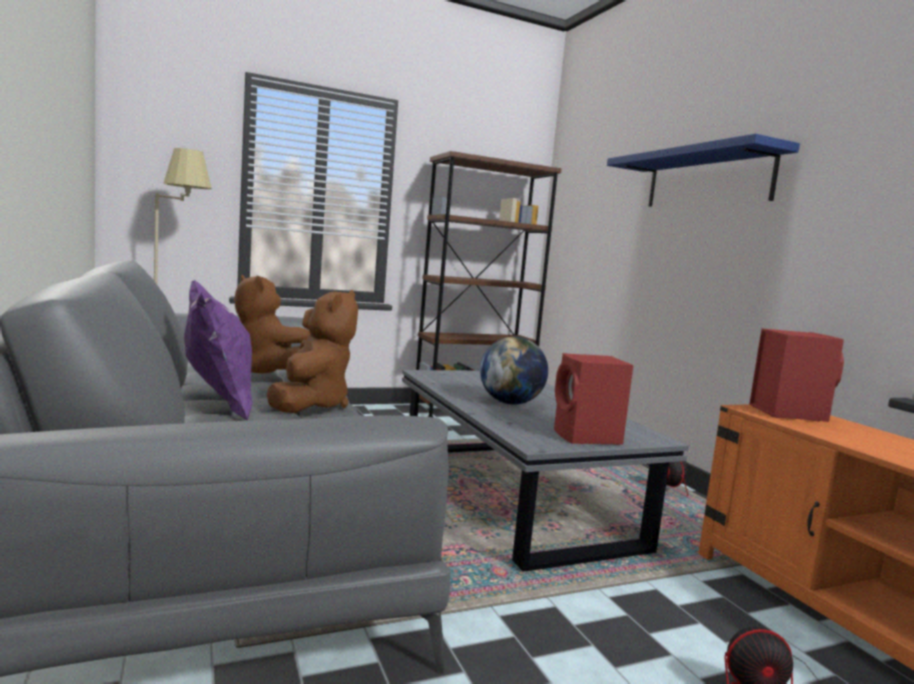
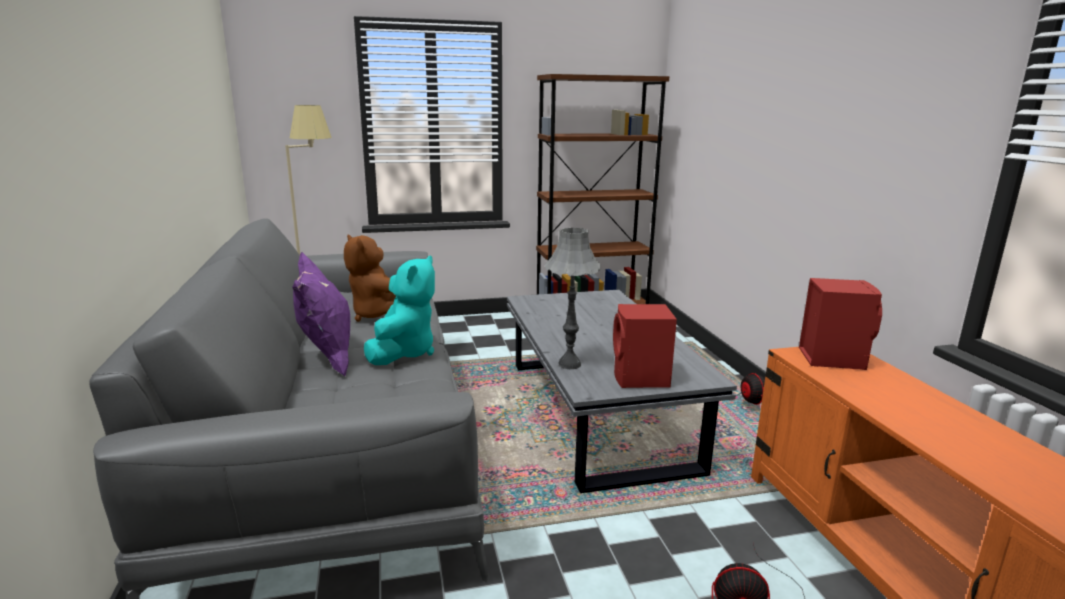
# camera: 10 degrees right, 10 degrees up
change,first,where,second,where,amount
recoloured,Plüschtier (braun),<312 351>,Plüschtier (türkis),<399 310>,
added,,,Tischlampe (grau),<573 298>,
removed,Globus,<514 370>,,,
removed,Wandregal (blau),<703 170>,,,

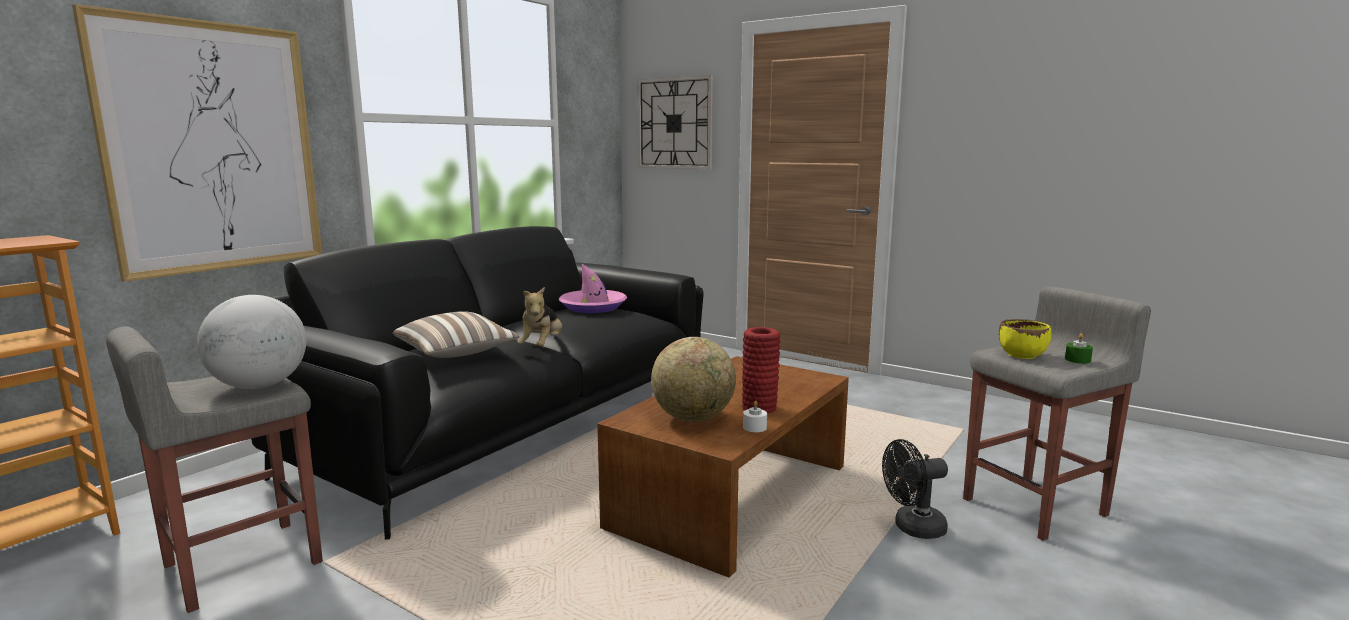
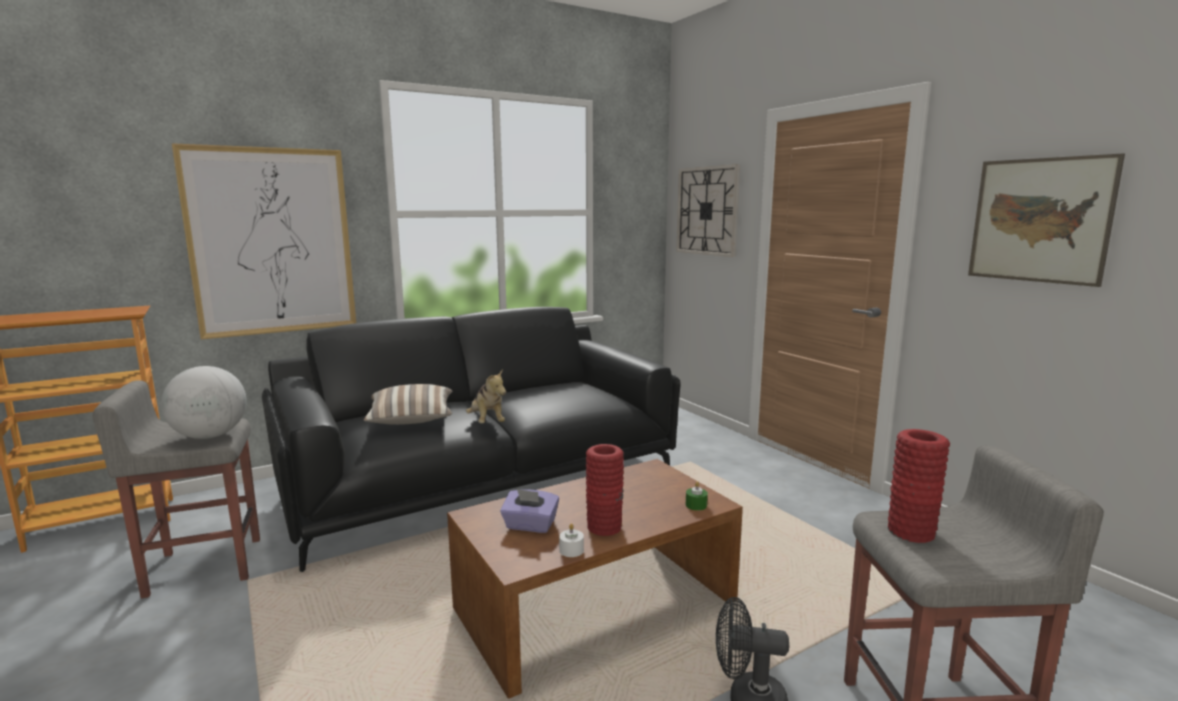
# camera: 25 degrees right, 0 degrees up
change,first,where,second,where,amount
turned,Plüschtier,<539 316>,,<486 396>,60 degrees counterclockwise
replaced,Globus,<693 379>,Taschentuchbox (lila),<529 511>,
moved,Kerze (grün),<1079 349>,,<697 496>,
replaced,Schüssel (gelb),<1025 339>,Vase (rot),<919 486>,
added,,,Bild,<1046 220>,
removed,Hut (rosa),<593 288>,,,

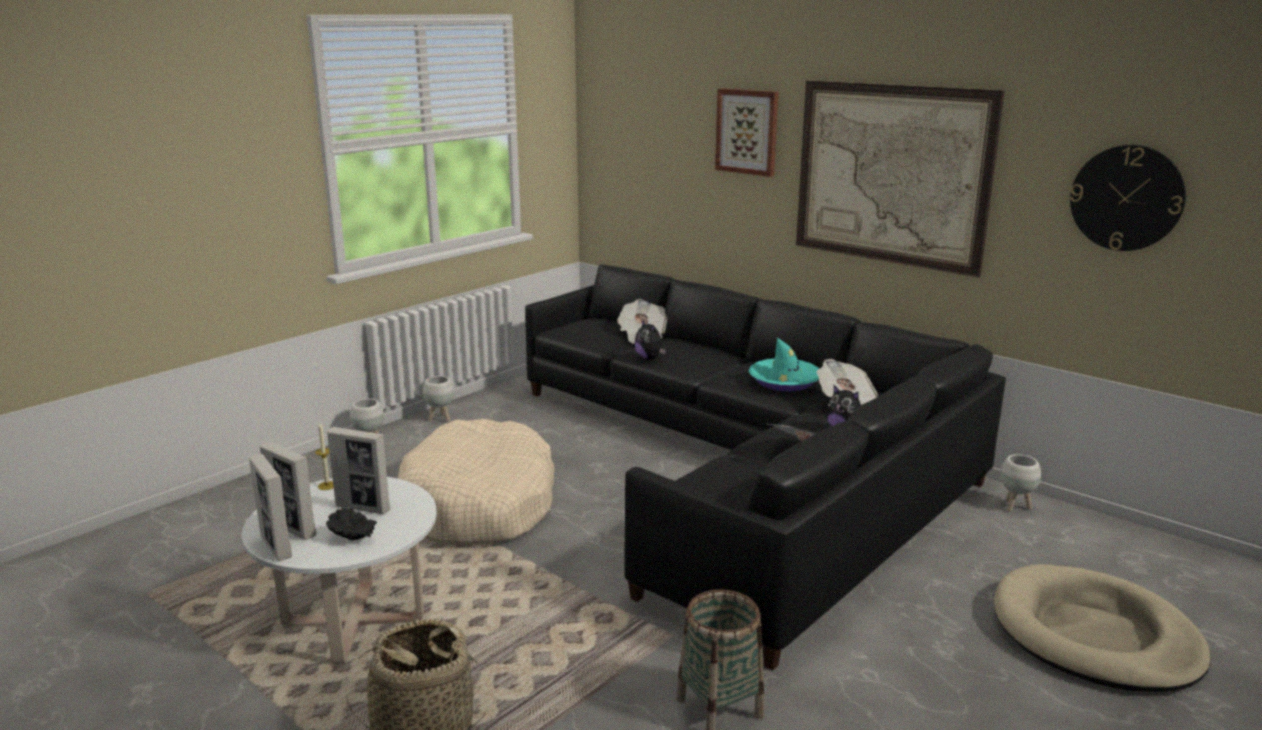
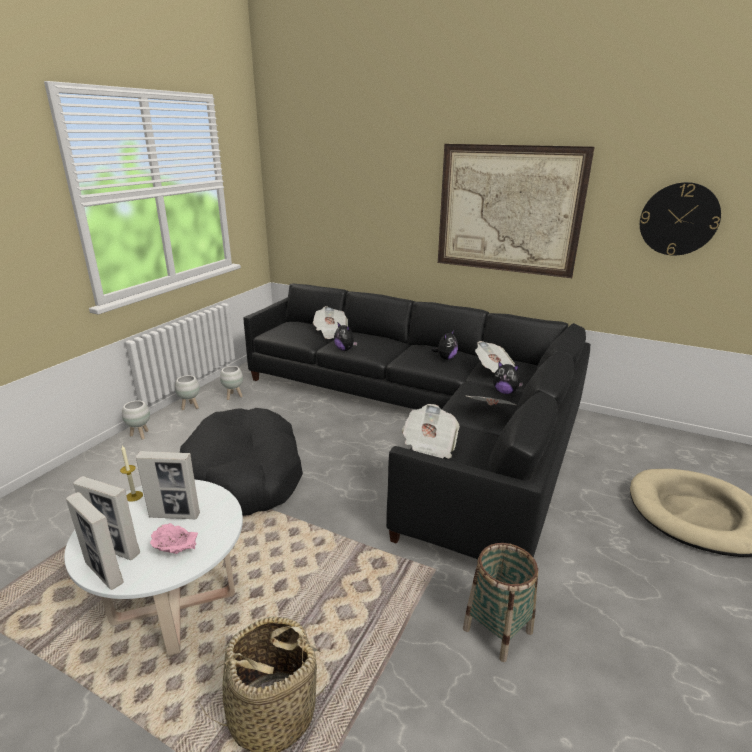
# camera: 15 degrees left, 5 degrees up
change,first,where,second,where,amount
recoloured,Schüssel (schwarz),<351 524>,Schüssel (rosa),<174 538>,
recoloured,Hundebett (beige),<475 482>,Hundebett (schwarz),<241 462>,
moved,Pflanzkübel (weiß),<1020 483>,,<231 383>,
added,,,Zeitung,<431 431>,
replaced,Hut (türkis),<783 364>,Plüschtier,<444 345>,
removed,Bild,<747 132>,,,

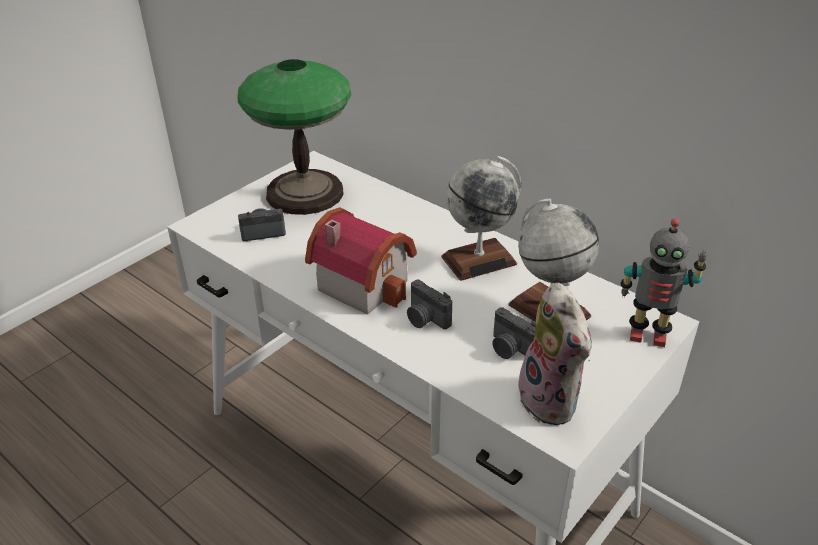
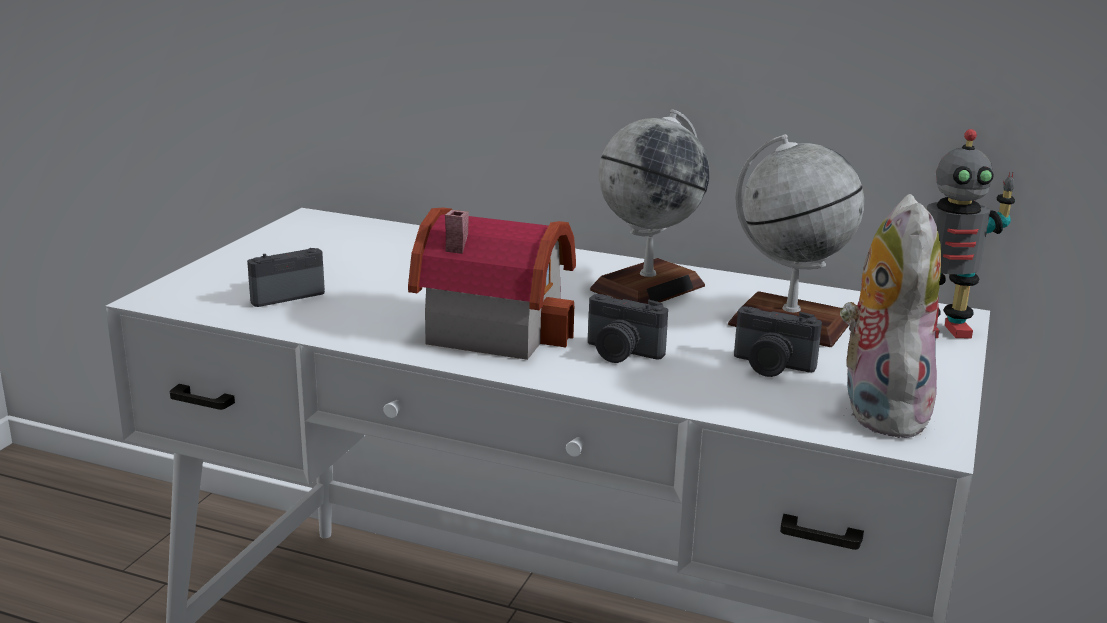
# camera: 20 degrees left, 15 degrees down
change,first,where,second,where,amount
turned,Plüschtier,<555 354>,,<890 316>,135 degrees counterclockwise
removed,Tischlampe,<294 137>,,,

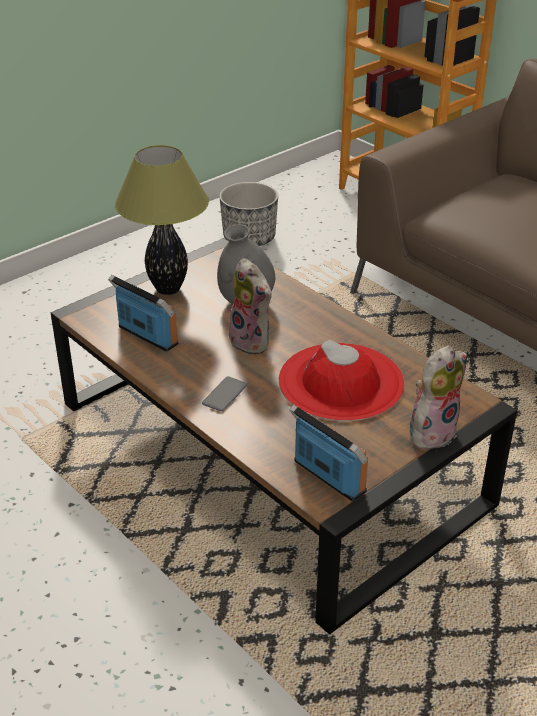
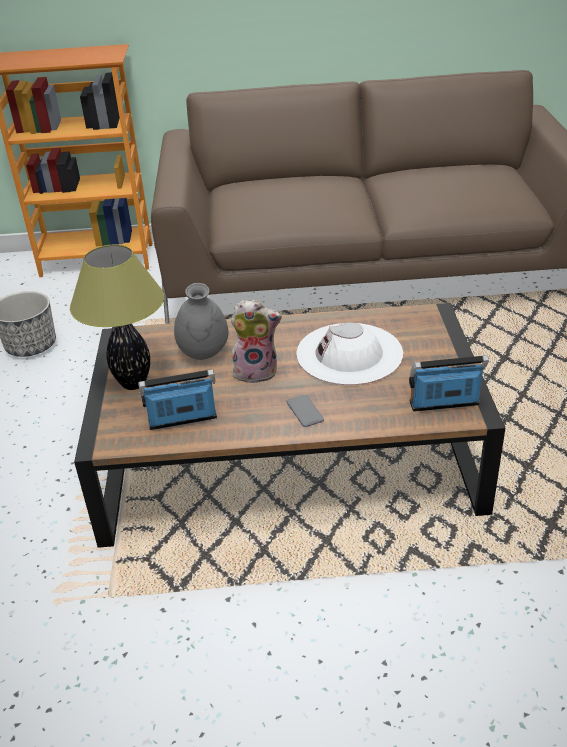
# camera: 50 degrees left, 0 degrees up
change,first,where,second,where,amount
recoloured,Hut (rot),<342 380>,Hut (weiß),<349 353>,
removed,Plüschtier,<438 398>,,,

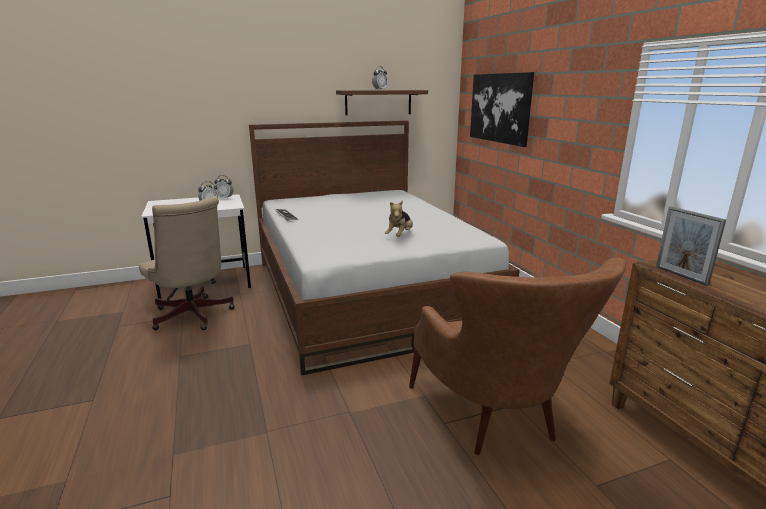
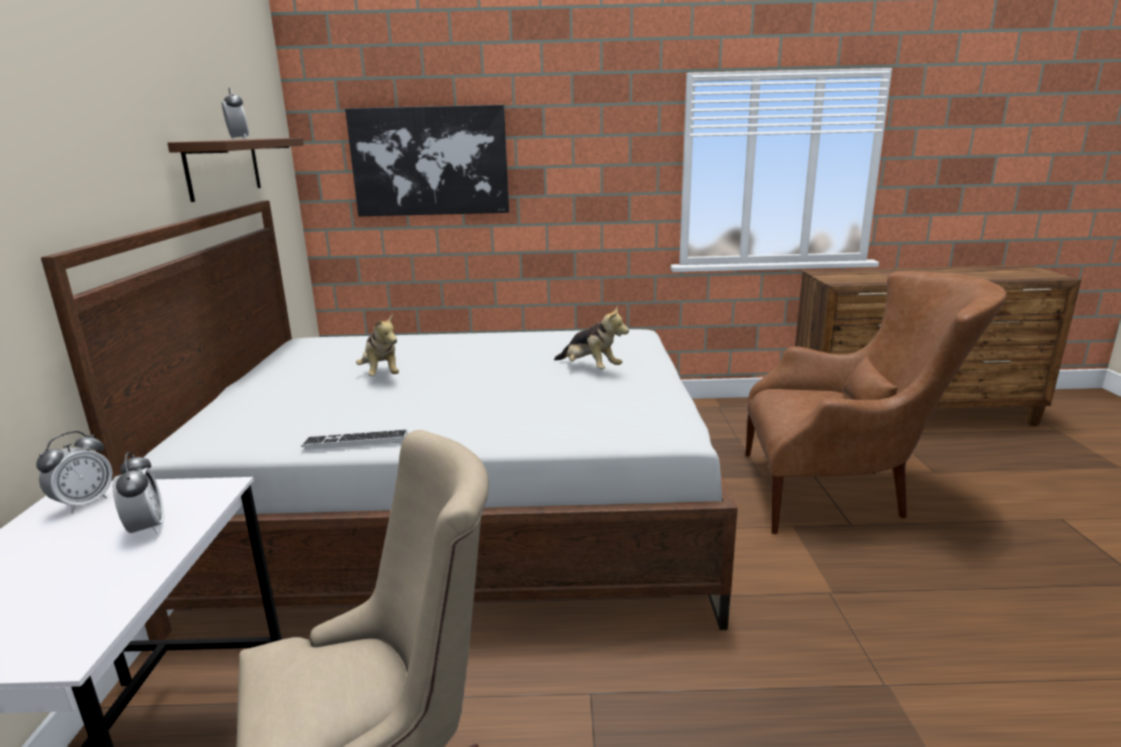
# camera: 70 degrees left, 0 degrees up
change,first,where,second,where,amount
added,,,Plüschtier,<377 345>,
removed,Bilderrahmen,<691 246>,,,

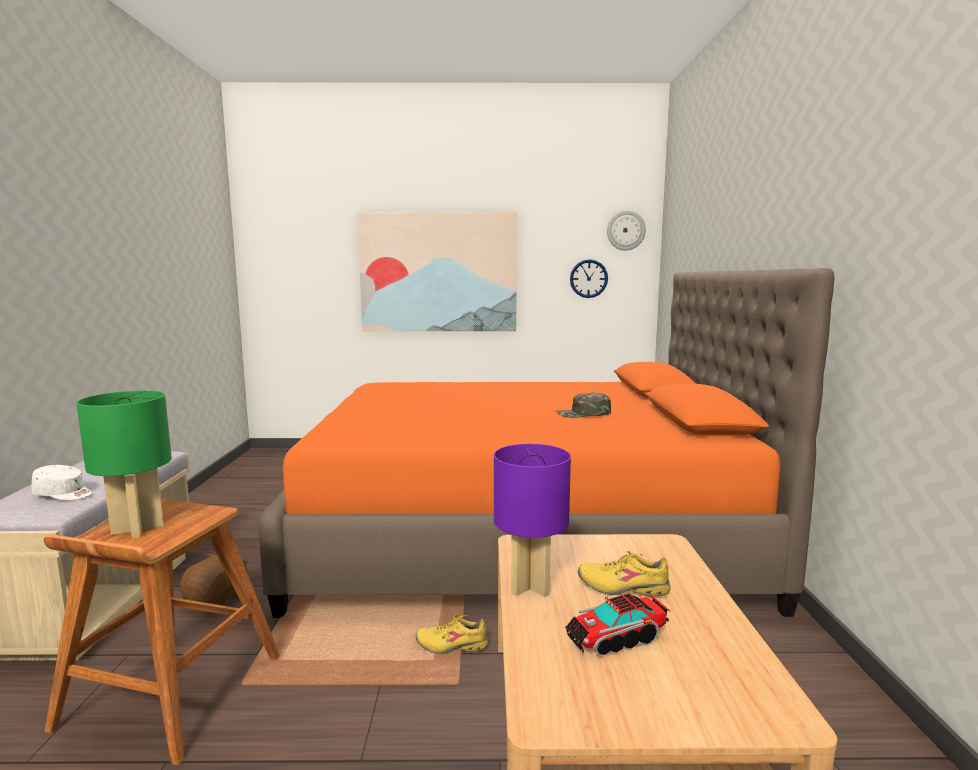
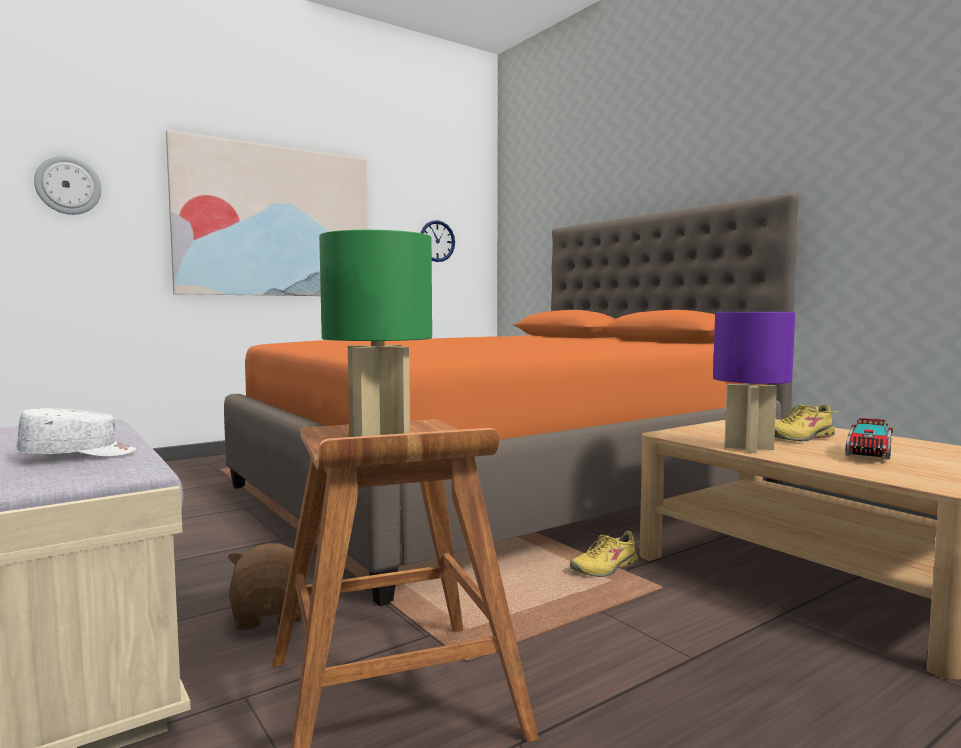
# camera: 35 degrees left, 5 degrees down
change,first,where,second,where,amount
moved,Wanduhr,<626 231>,,<68 185>,
removed,Kappe (grün),<583 405>,,,

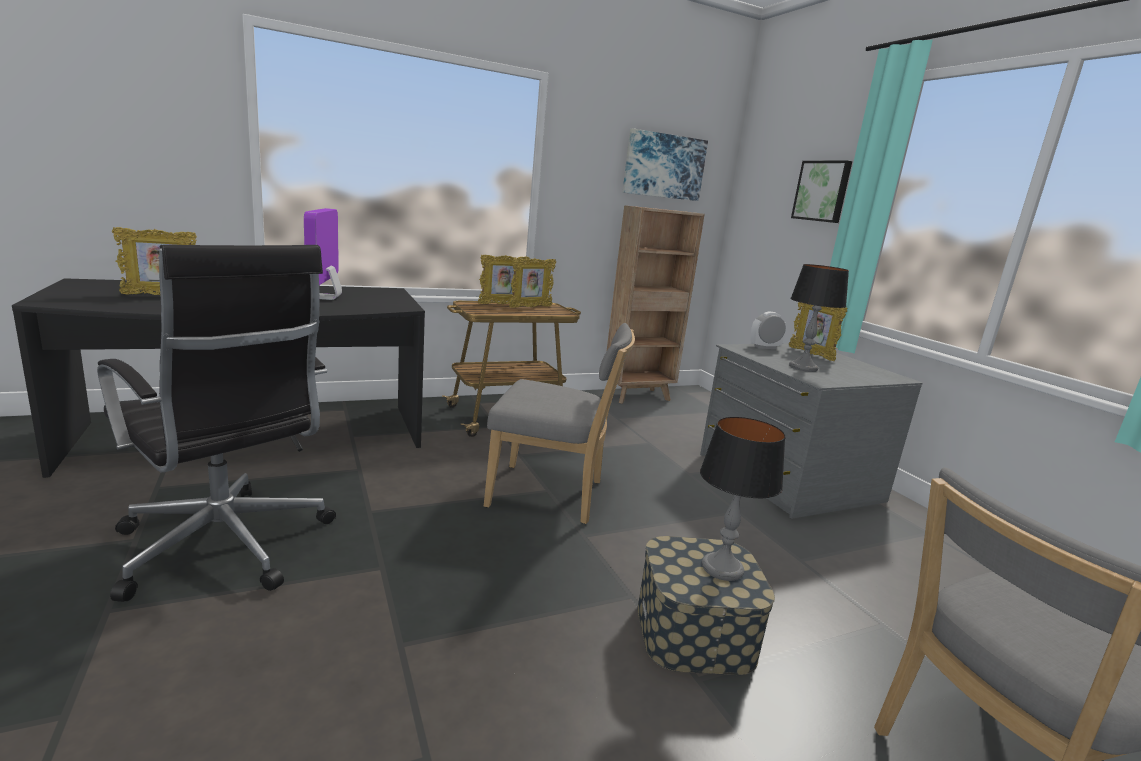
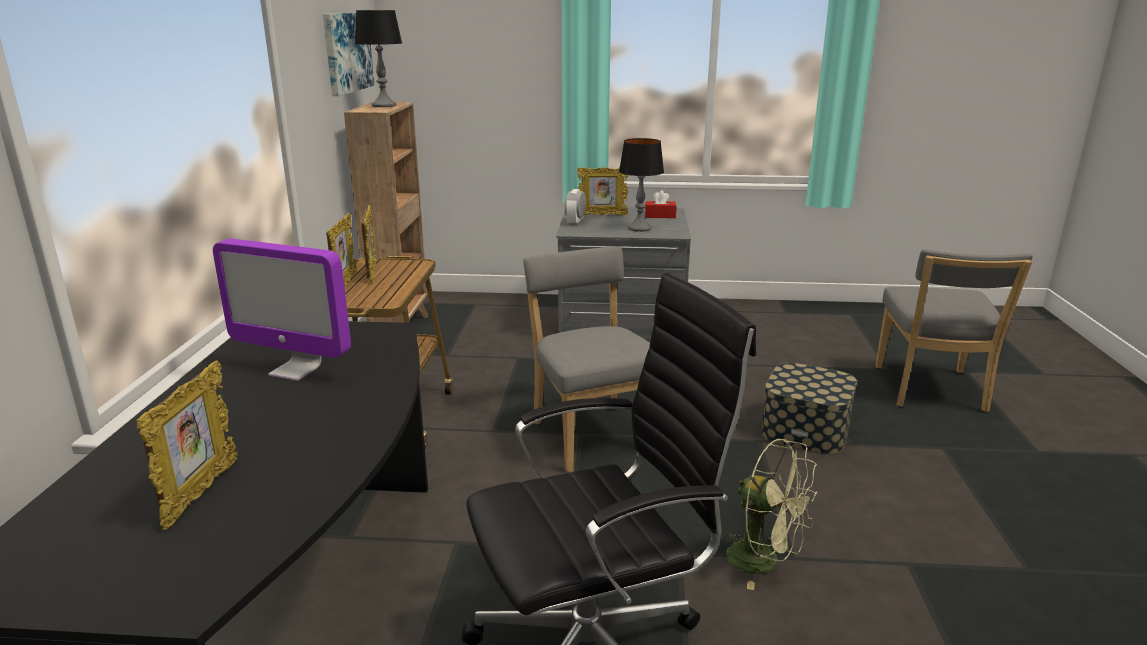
# camera: 60 degrees left, 5 degrees up
change,first,where,second,where,amount
moved,Tischlampe,<743 499>,,<378 58>,
turned,Stuhl (grau),<559 423>,,<586 359>,60 degrees counterclockwise
added,,,Taschentuchbox (rot),<661 204>,
added,,,Ventilator (grün),<769 514>,
removed,Bild,<821 191>,,,

